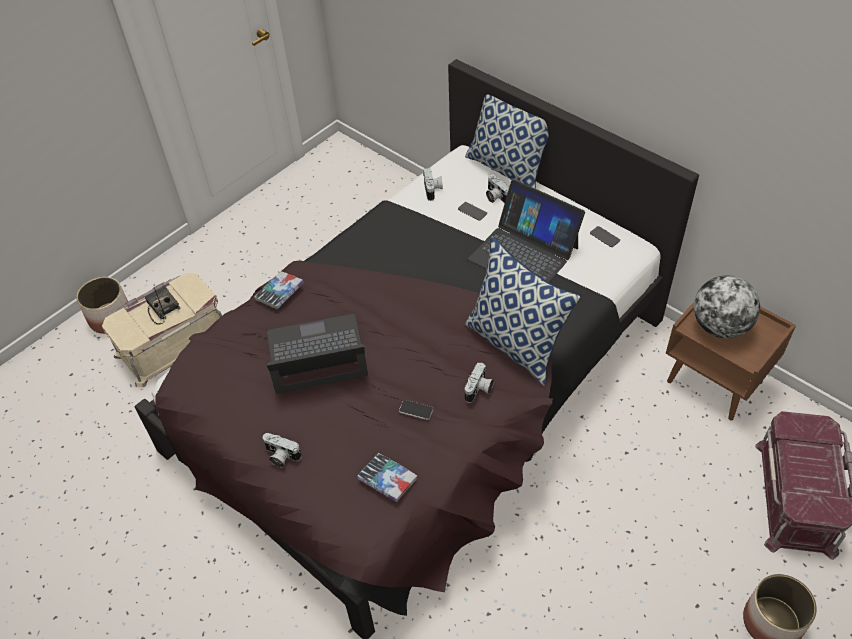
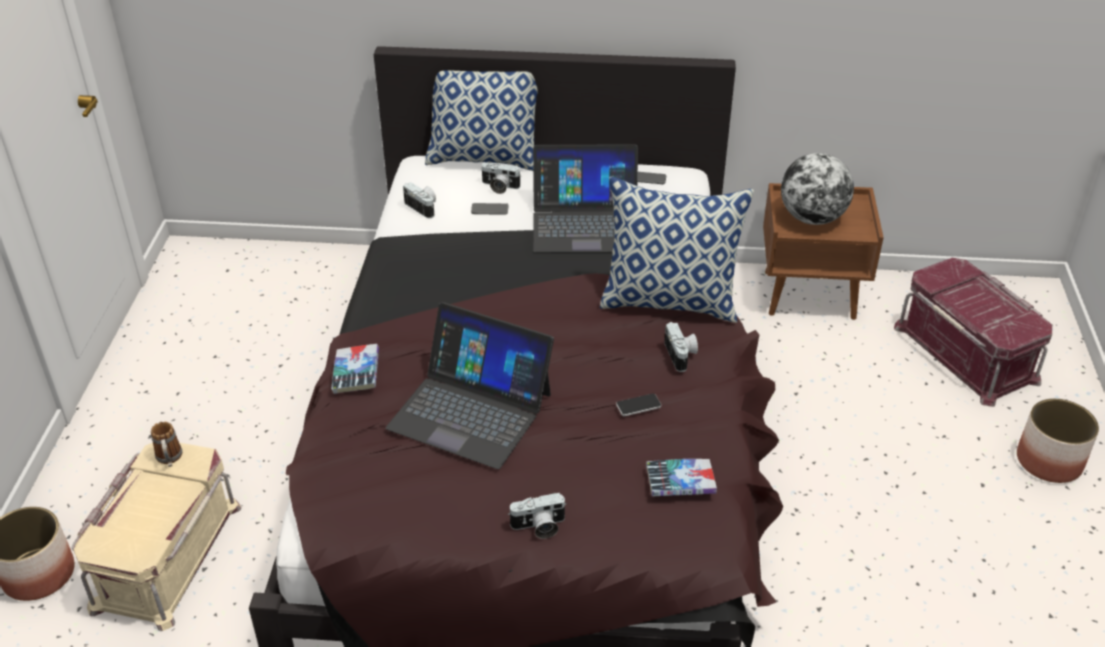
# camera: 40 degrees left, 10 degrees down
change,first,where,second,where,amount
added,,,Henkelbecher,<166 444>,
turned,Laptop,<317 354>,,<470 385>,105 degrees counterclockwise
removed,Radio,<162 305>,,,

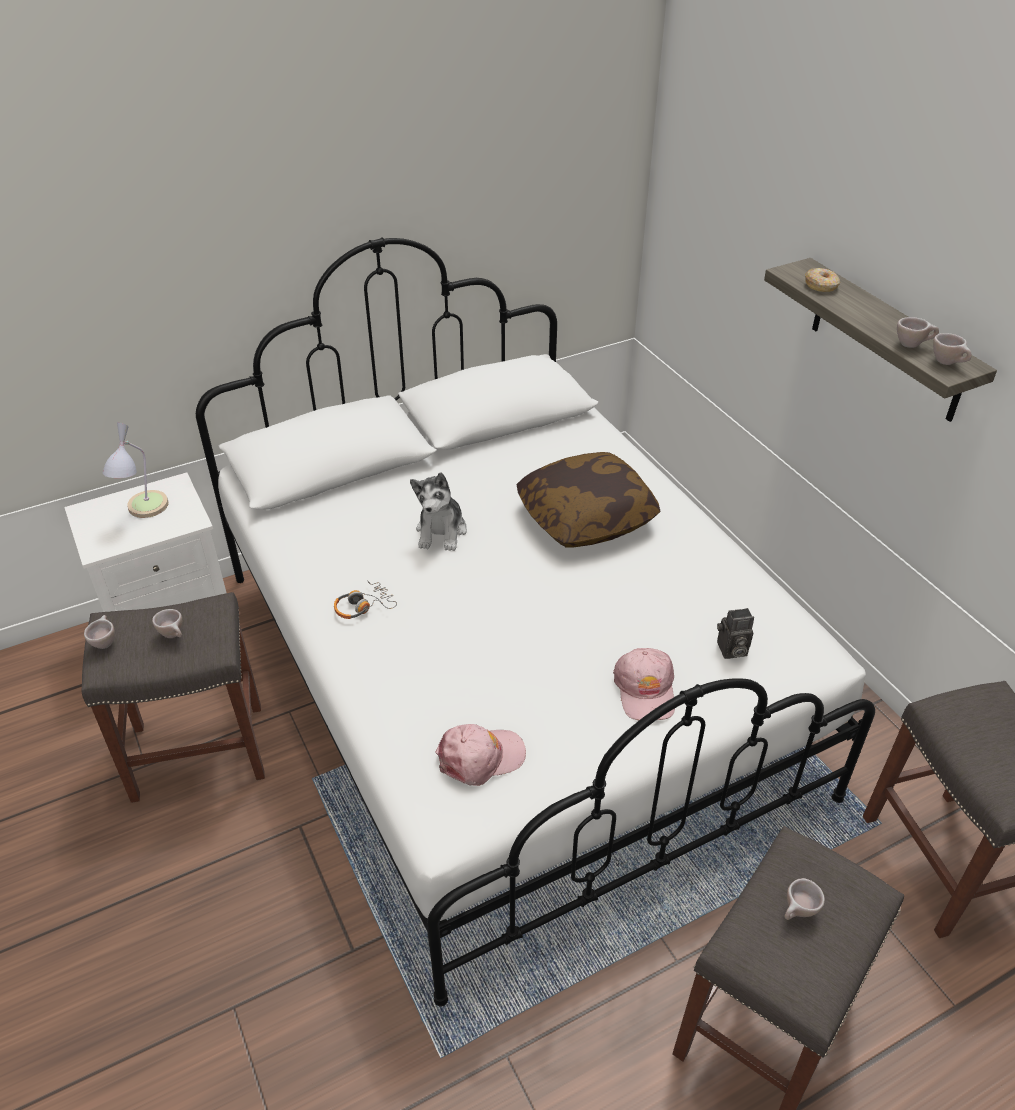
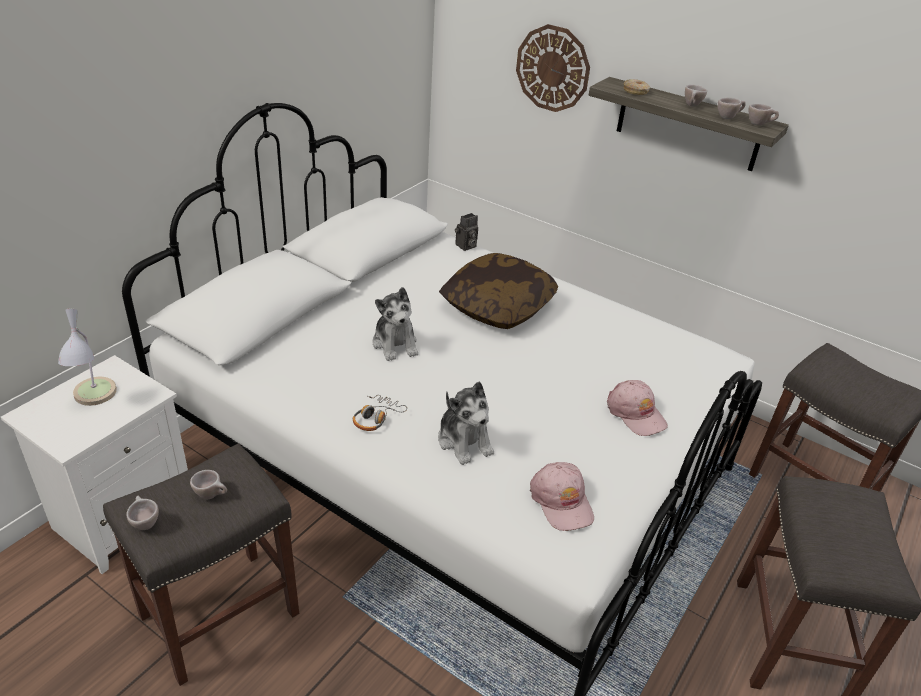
# camera: 30 degrees left, 5 degrees down
change,first,where,second,where,amount
added,,,Plüschtier,<466 423>,
moved,Kamera,<735 633>,,<466 232>,
added,,,Wanduhr,<553 68>,
turned,Kappe (rosa),<480 755>,,<562 496>,120 degrees clockwise
moved,Tasse (beige),<805 899>,,<696 95>,

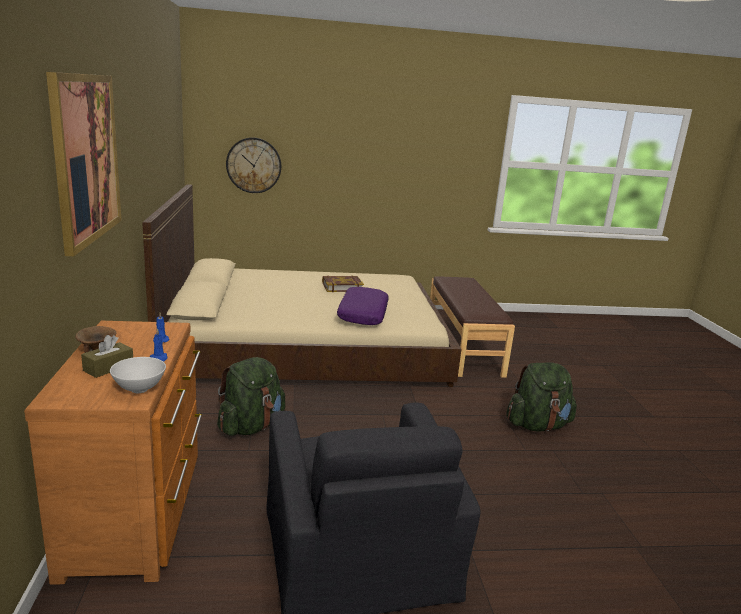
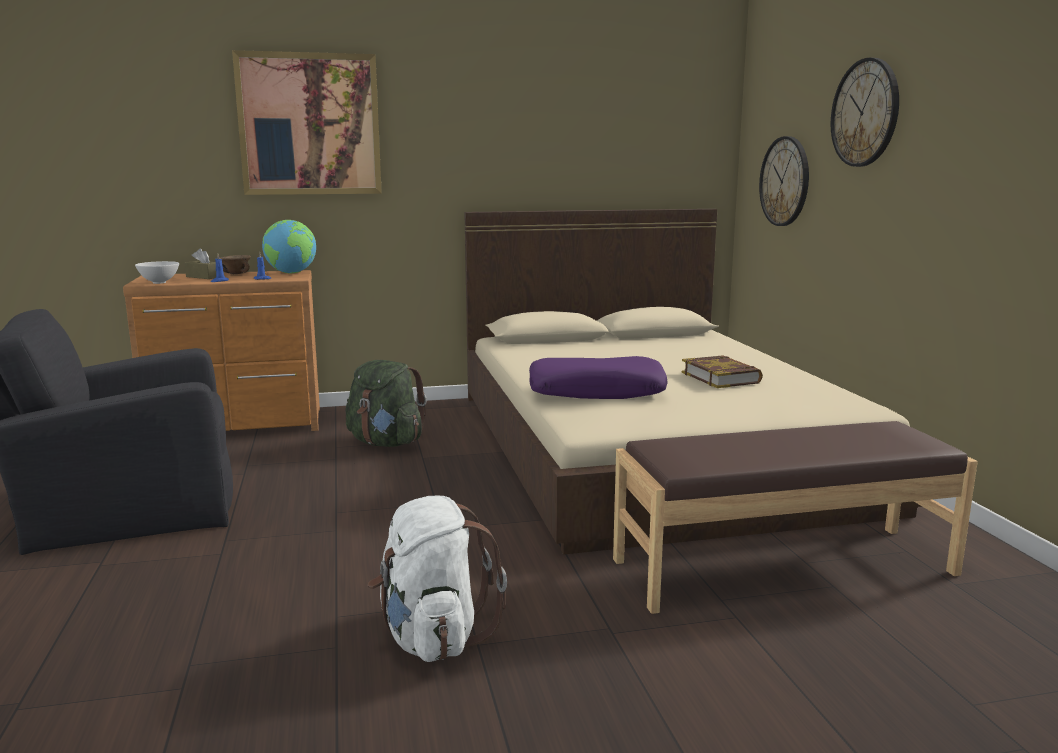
# camera: 85 degrees right, 5 degrees down
change,first,where,second,where,amount
added,,,Globus,<289 246>,
recoloured,Rucksack (grün),<541 396>,Rucksack (weiß),<437 579>,
added,,,Wanduhr,<865 112>,

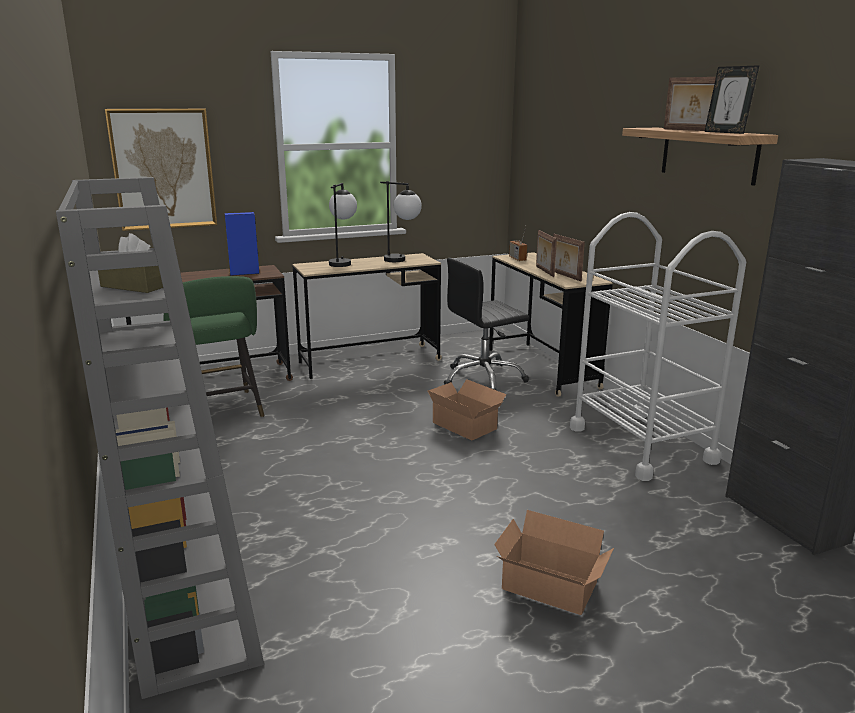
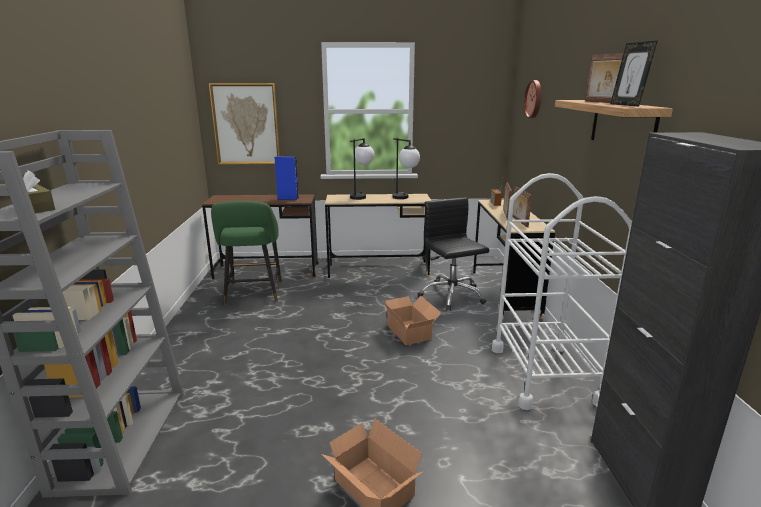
# camera: 20 degrees right, 0 degrees up
change,first,where,second,where,amount
turned,Bürostuhl (schwarz),<486 324>,,<453 254>,75 degrees clockwise
added,,,Wanduhr,<532 99>,

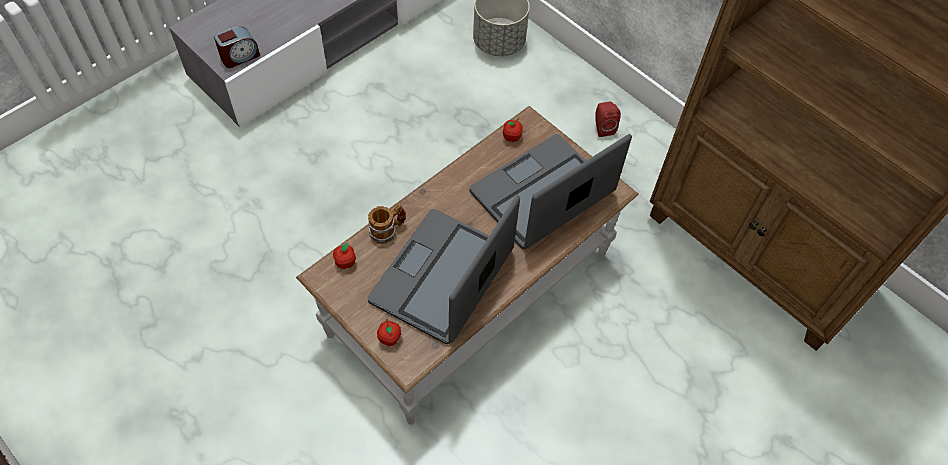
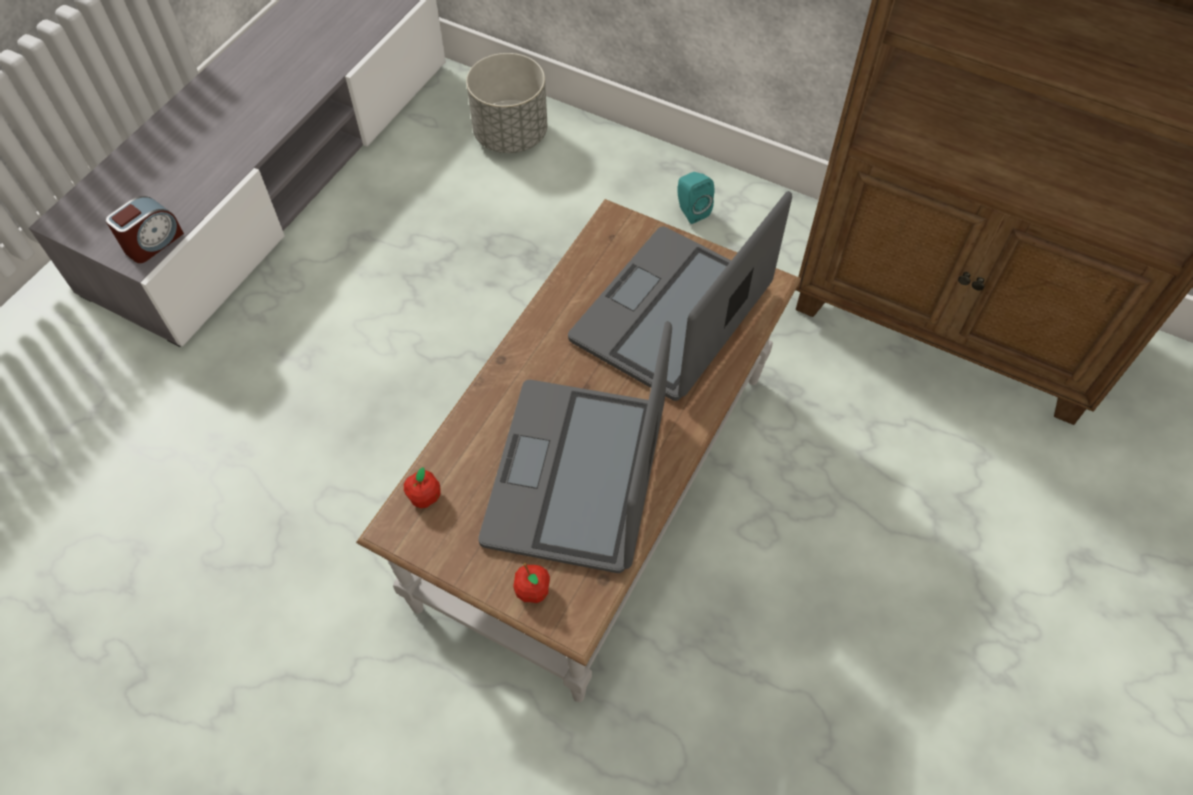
# camera: 15 degrees left, 0 degrees up
change,first,where,second,where,amount
recoloured,Lautsprecher (rot),<608 119>,Lautsprecher (türkis),<695 198>,
removed,Henkelbecher,<387 224>,,,
removed,Apfel,<513 130>,,,

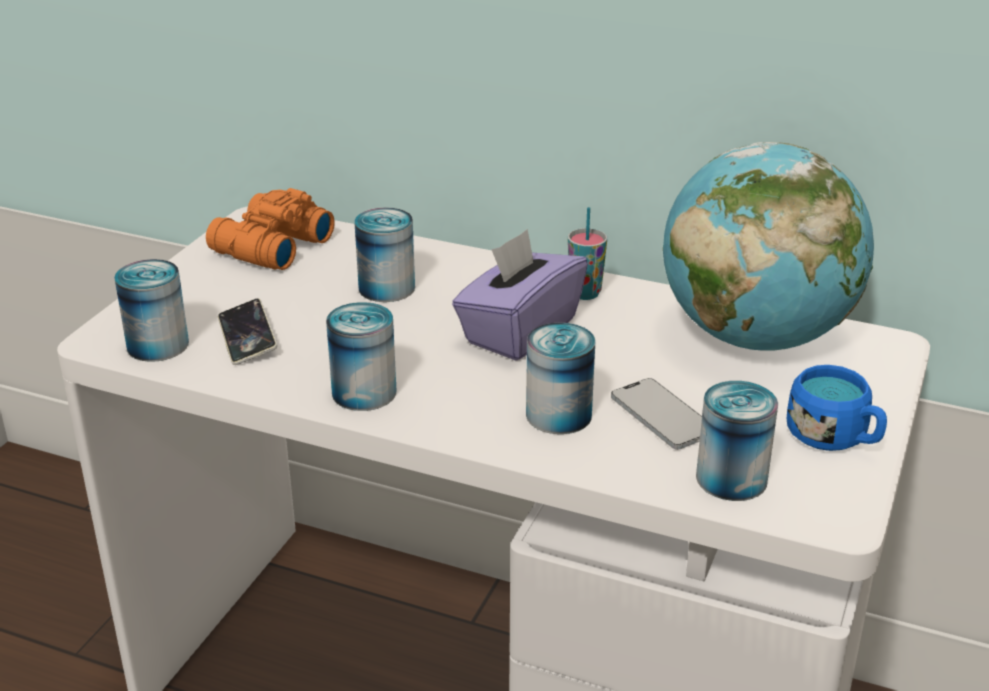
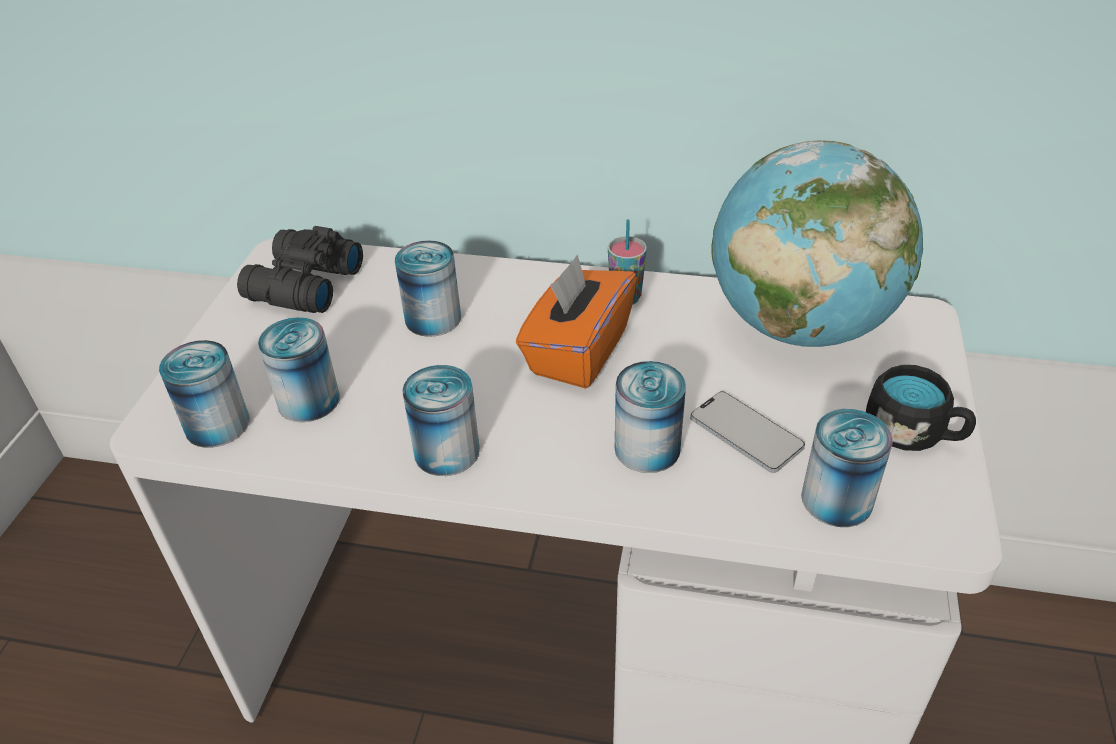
# camera: 10 degrees left, 10 degrees up
change,first,where,second,where,amount
recoloured,Fernglas (orange),<270 229>,Fernglas (schwarz),<300 269>,
replaced,Handy,<248 331>,Dose,<299 369>,
recoloured,Taschentuchbox (lila),<520 295>,Taschentuchbox (orange),<576 321>,
recoloured,Henkelbecher (blau),<837 408>,Henkelbecher (schwarz),<921 408>,

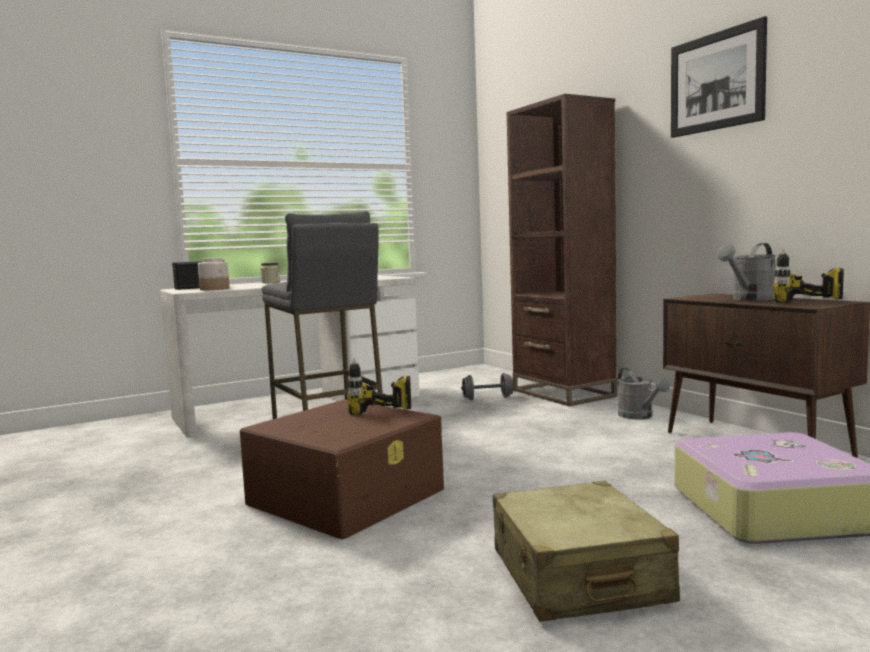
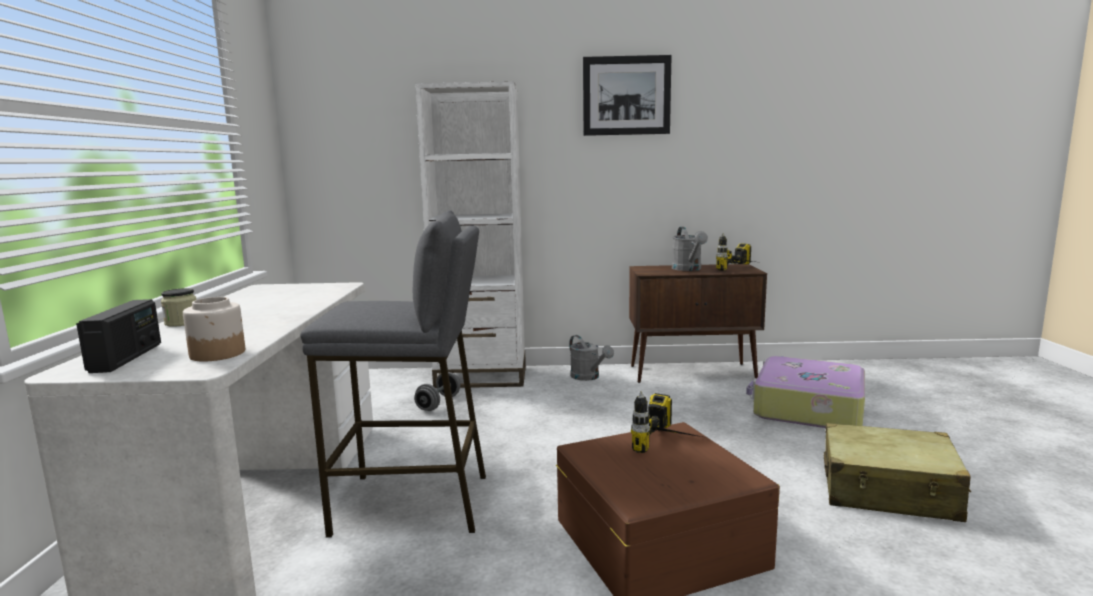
# camera: 60 degrees left, 5 degrees up
change,first,where,second,where,amount
recoloured,Bücherregal (braun),<562 250>,Bücherregal (weiß),<470 234>,
turned,Gießkanne (grau),<644 394>,,<591 358>,45 degrees clockwise

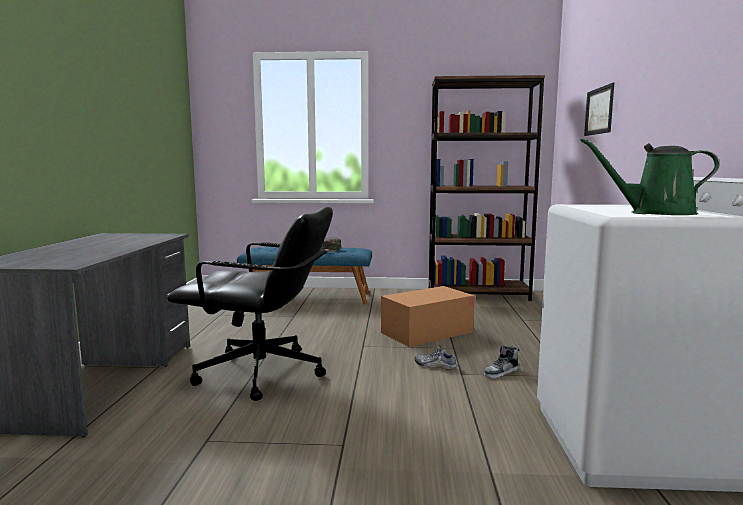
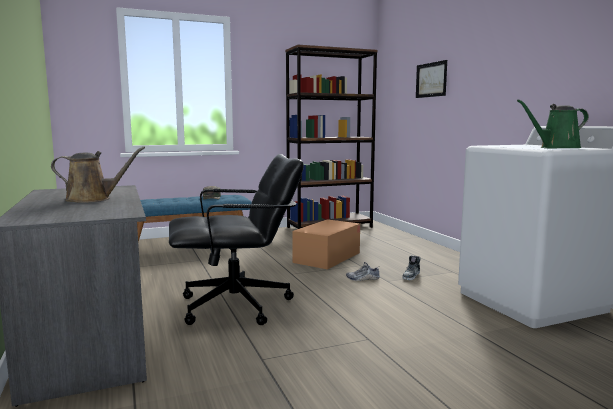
# camera: 25 degrees left, 0 degrees up
change,first,where,second,where,amount
added,,,Gießkanne (braun),<98 174>,

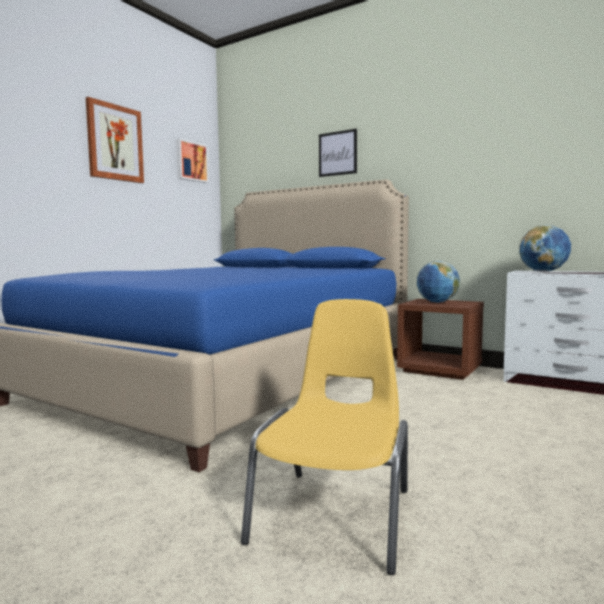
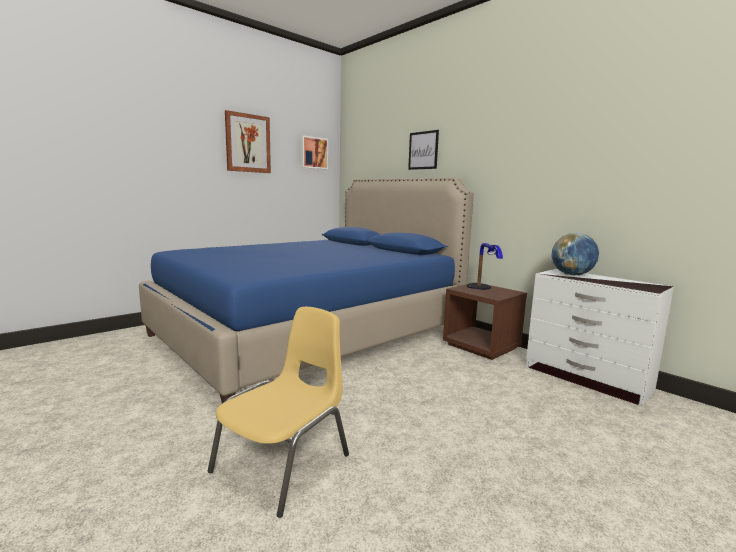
# camera: 15 degrees right, 5 degrees up
change,first,where,second,where,amount
replaced,Globus,<438 282>,Tischlampe,<485 266>,

